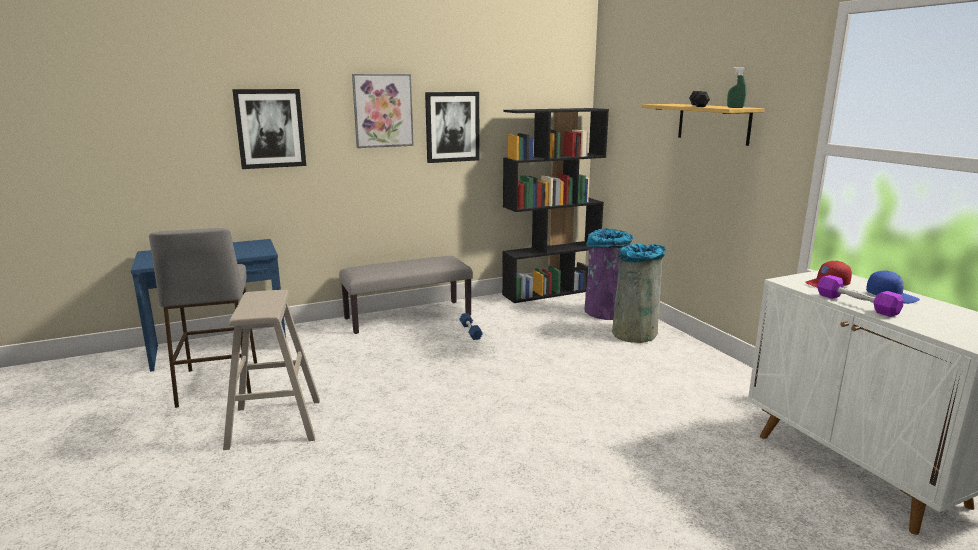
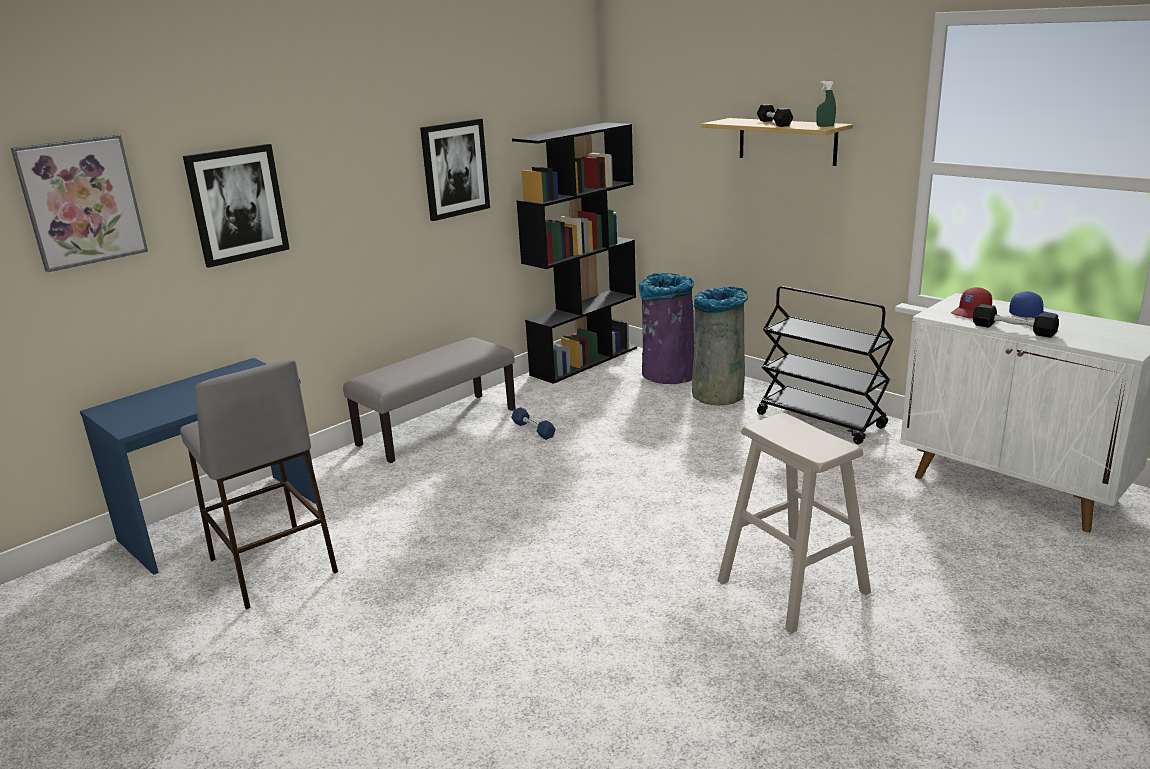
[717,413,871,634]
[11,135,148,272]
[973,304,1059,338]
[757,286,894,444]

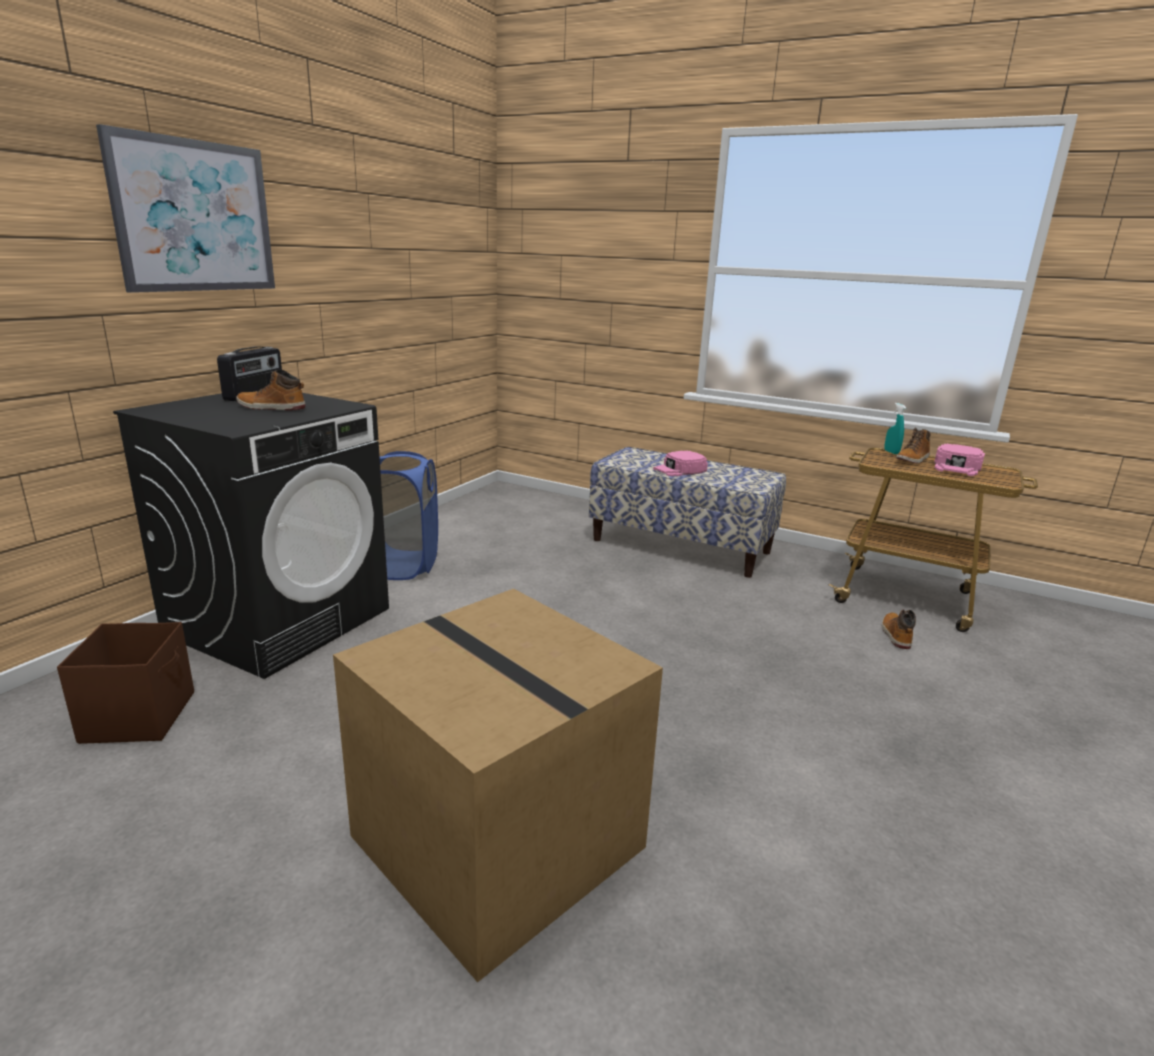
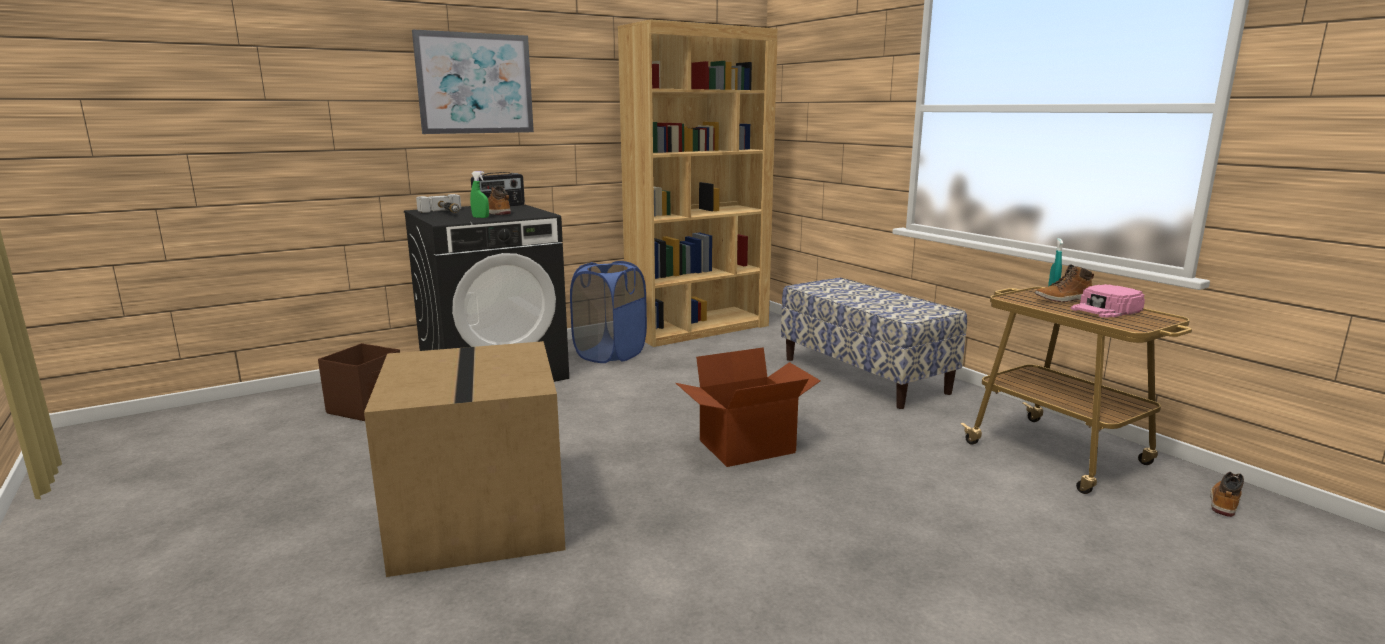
[653,451,708,476] (first image)
[1210,472,1244,517]
[416,194,461,213]
[470,171,489,218]
[618,19,777,347]
[676,347,820,467]

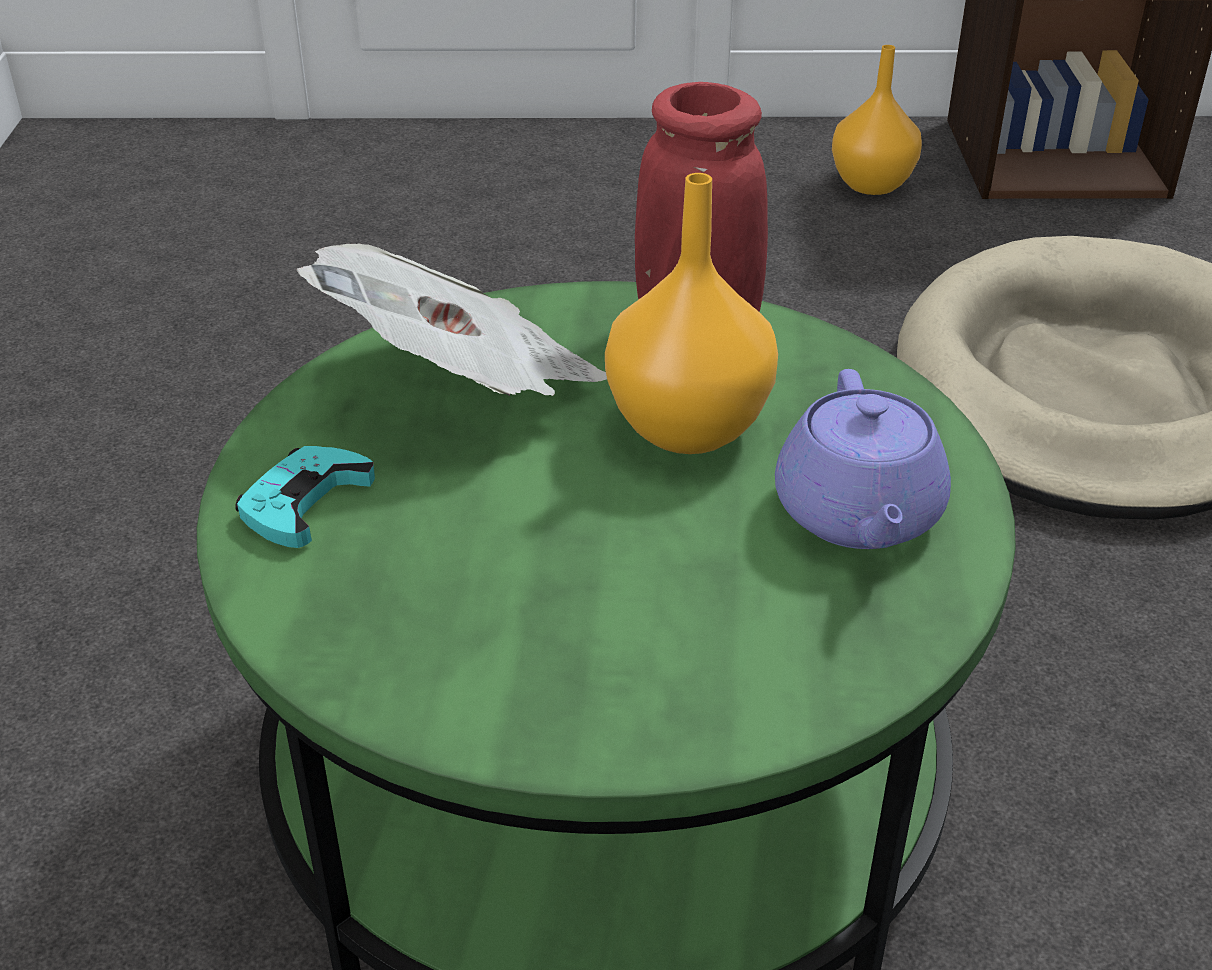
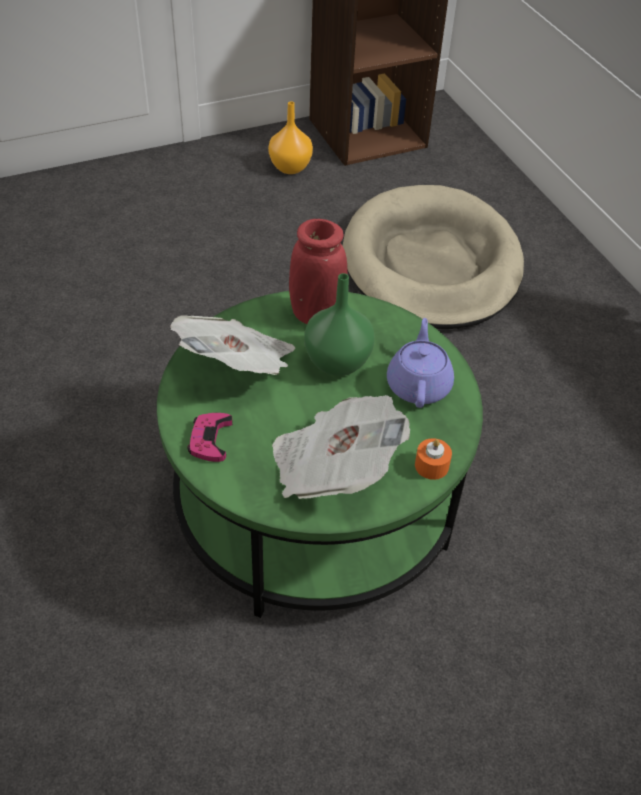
[187,413,232,462]
[304,273,375,376]
[387,318,454,408]
[272,395,410,499]
[415,438,452,480]

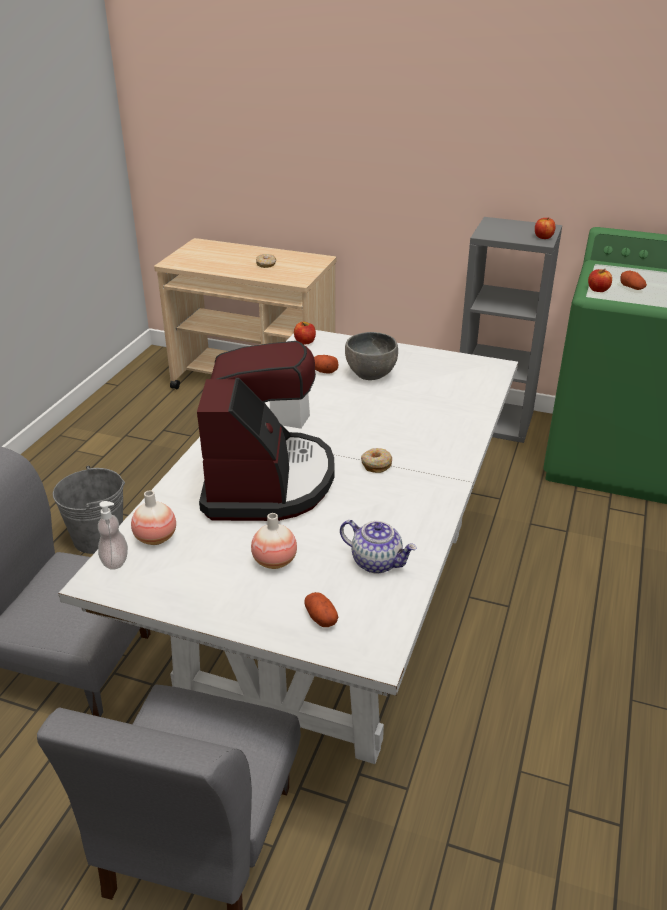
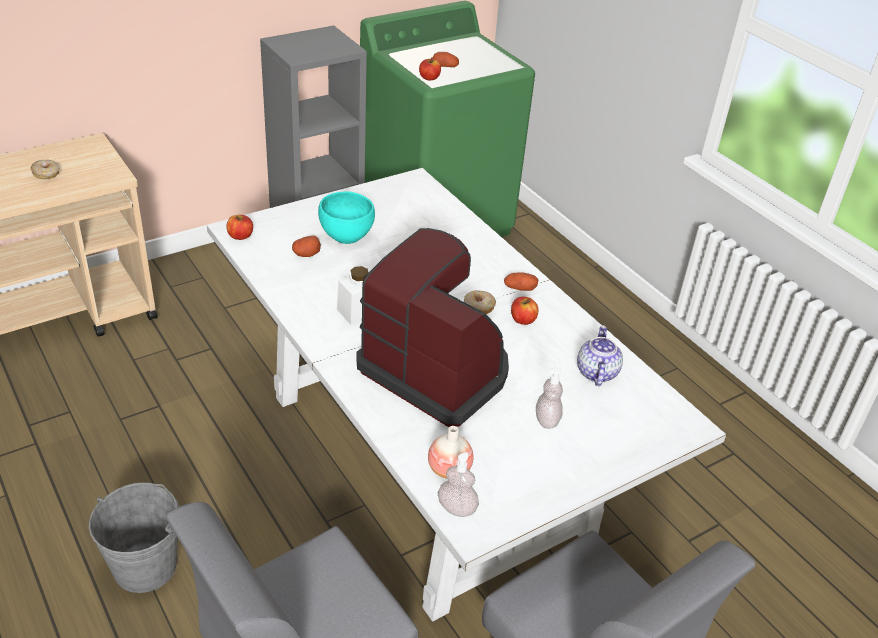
[536,367,563,429]
[504,273,538,291]
[577,325,623,386]
[318,192,375,244]
[511,297,539,325]

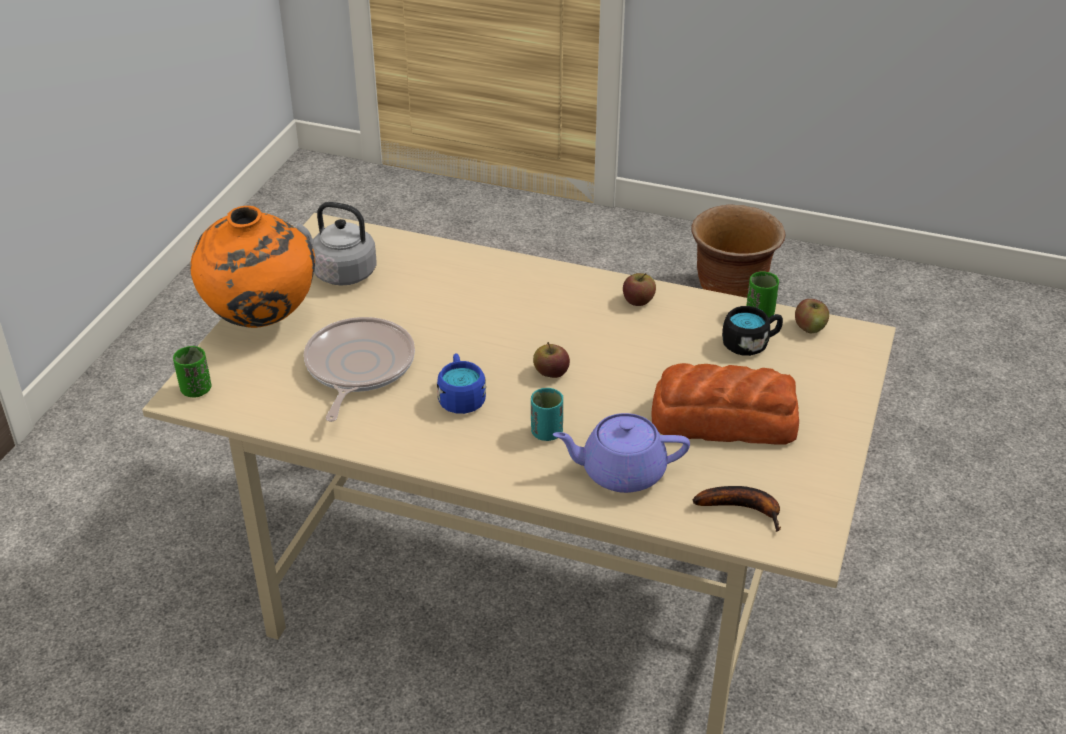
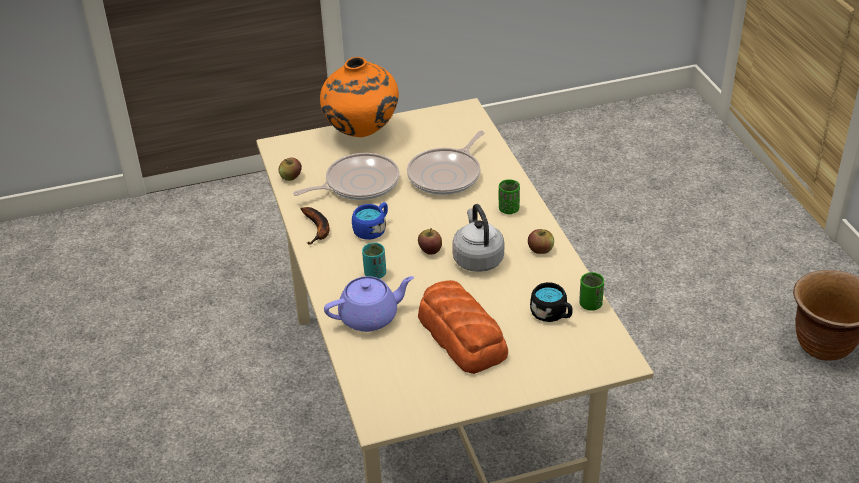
[499,179,520,214]
[452,204,505,272]
[324,276,414,332]
[301,207,330,244]
[279,158,302,181]
[407,131,485,195]

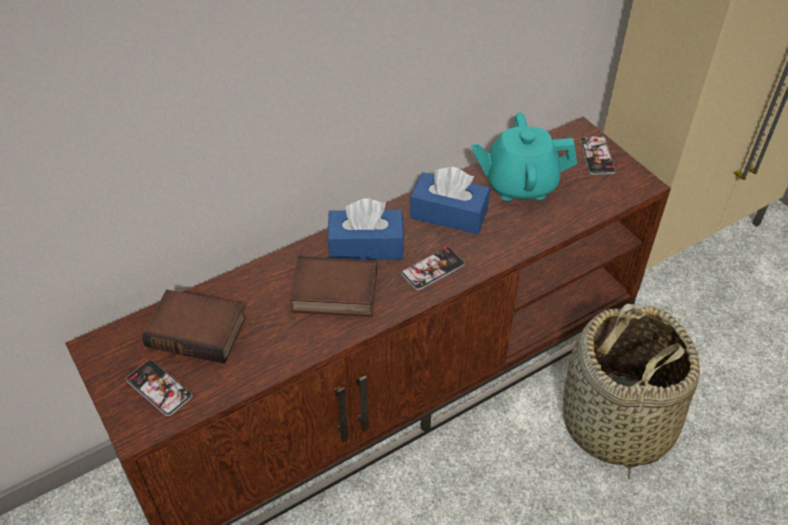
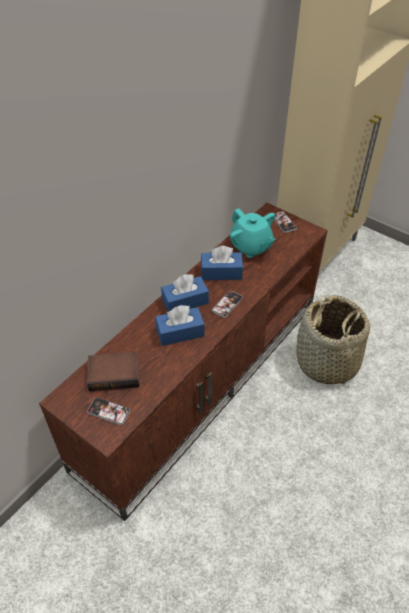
[155,305,205,346]
[230,208,276,258]

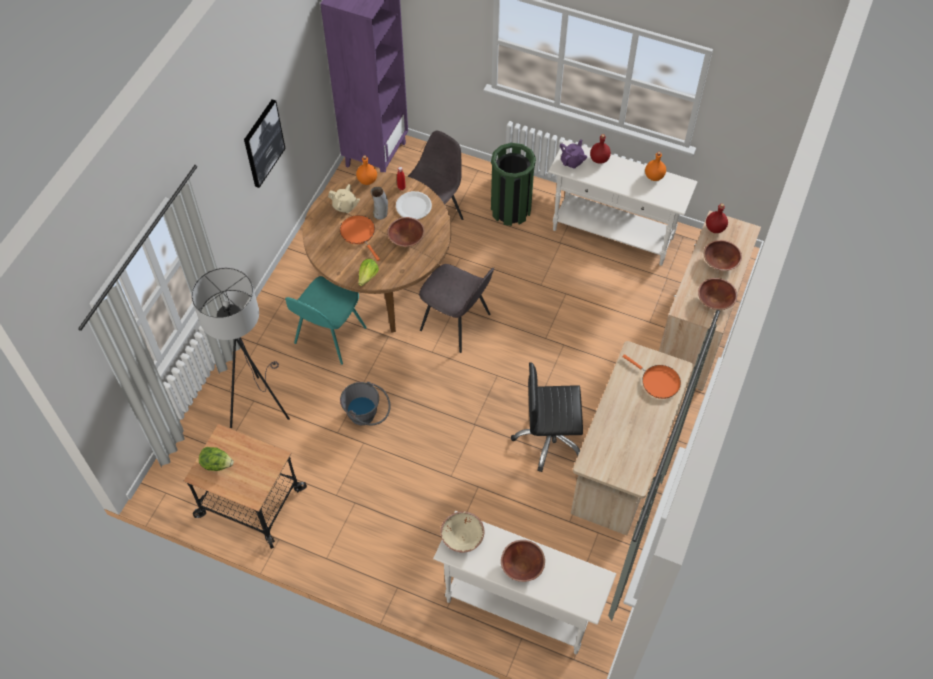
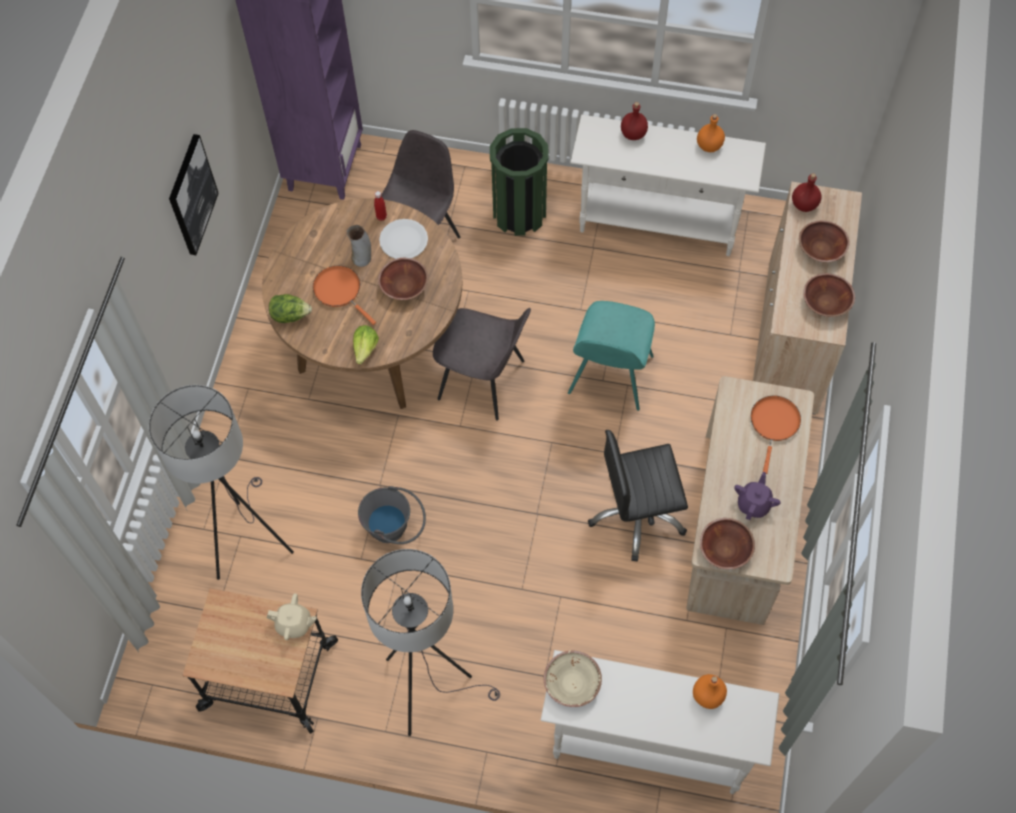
[269,294,312,323]
[568,301,655,411]
[267,593,317,640]
[693,674,727,709]
[700,518,755,569]
[734,472,781,520]
[751,396,801,474]
[361,549,500,736]

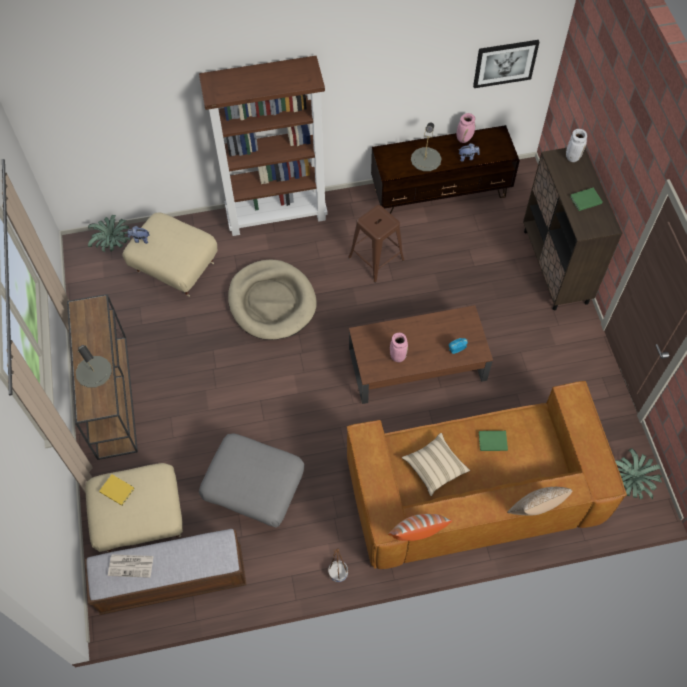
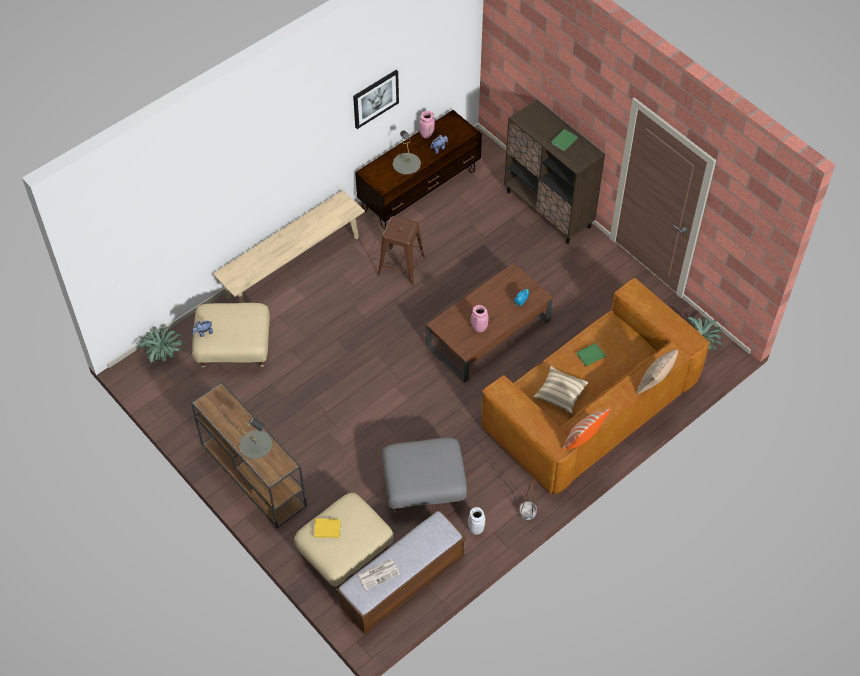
[213,190,365,303]
[228,259,316,340] (first image)
[353,70,399,129]
[468,507,486,535]

